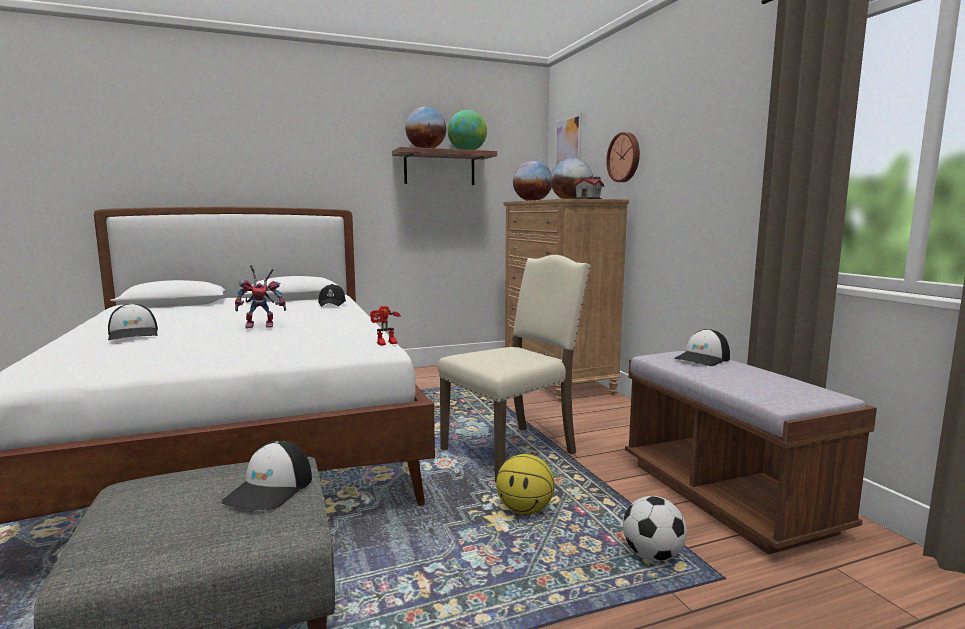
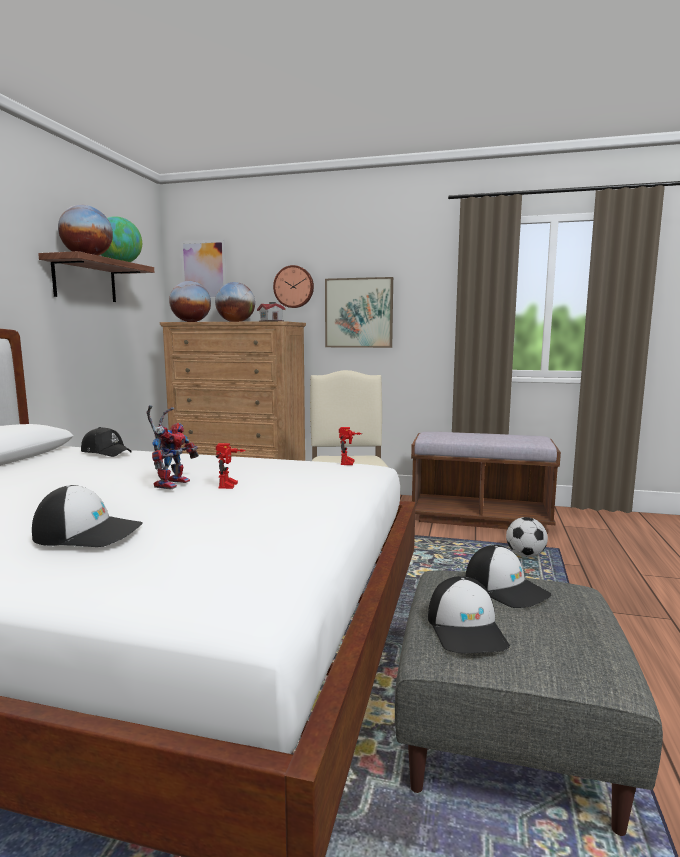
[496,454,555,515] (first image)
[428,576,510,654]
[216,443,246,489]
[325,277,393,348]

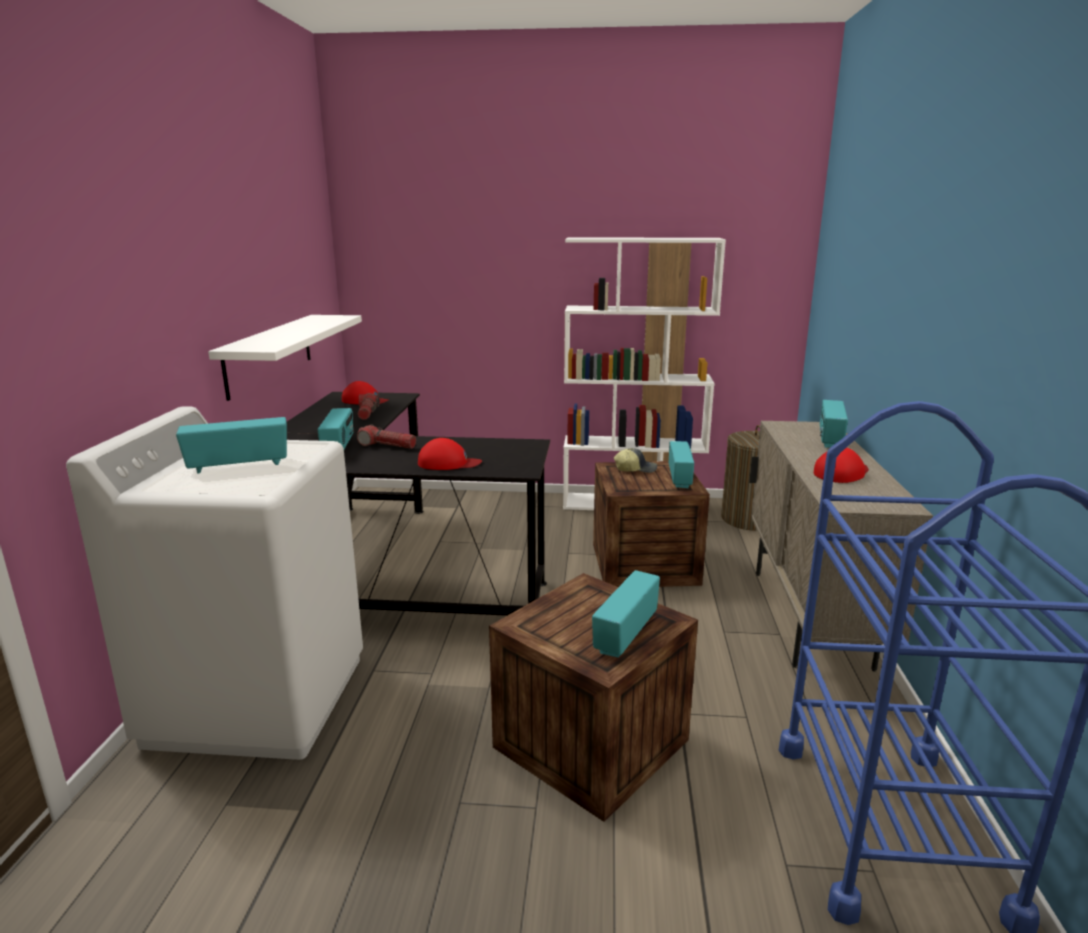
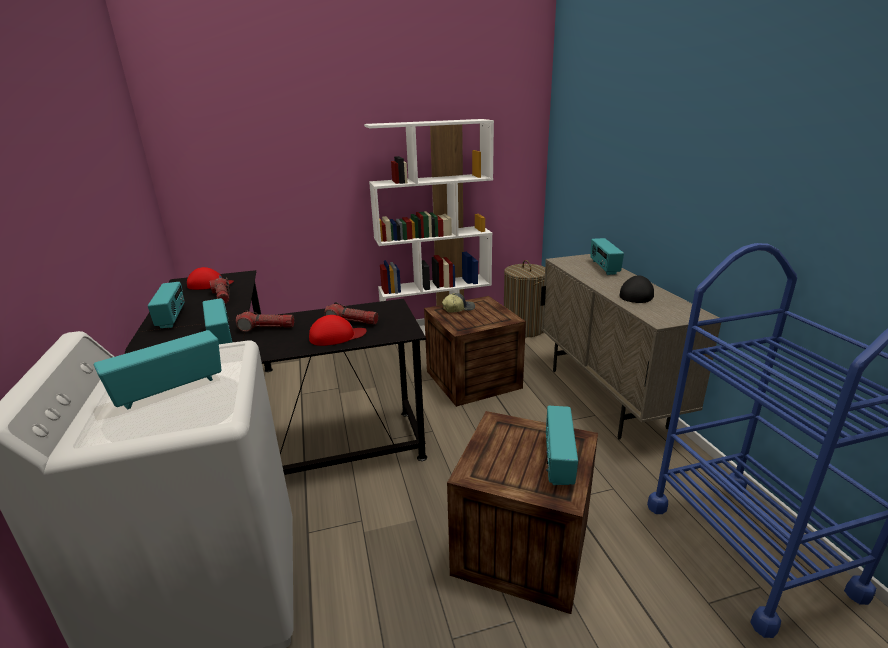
[208,315,362,401] (first image)
[148,282,185,328]
[620,275,654,303]
[324,302,378,325]

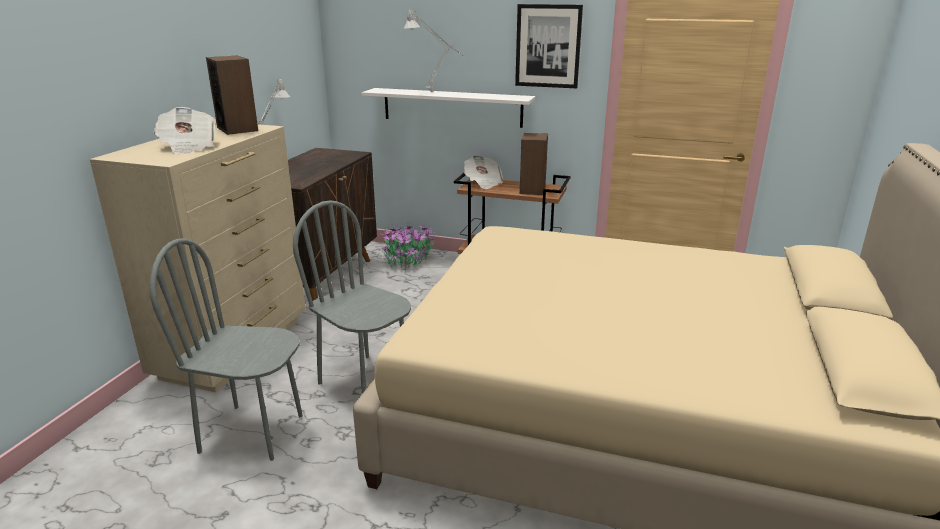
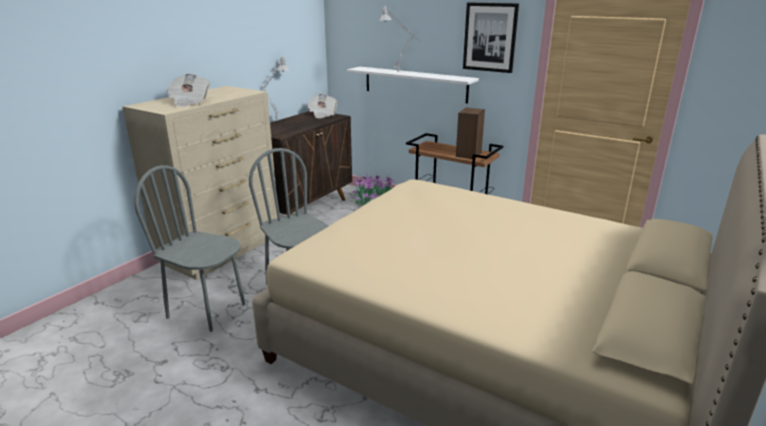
[206,56,258,135] (first image)
[307,94,337,118]

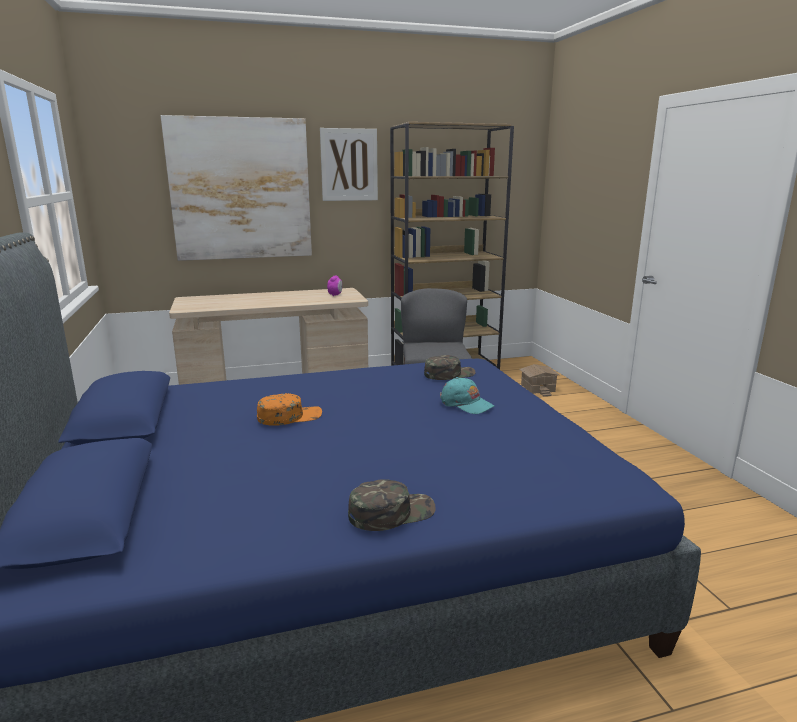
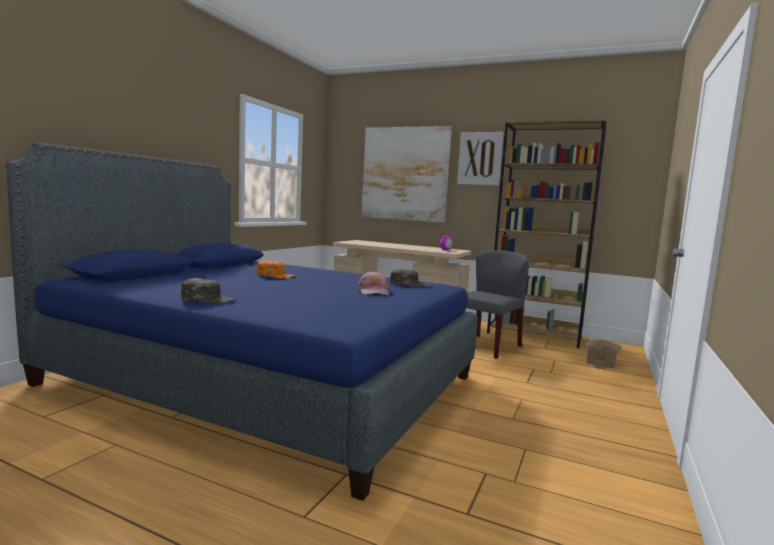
[357,271,389,295]

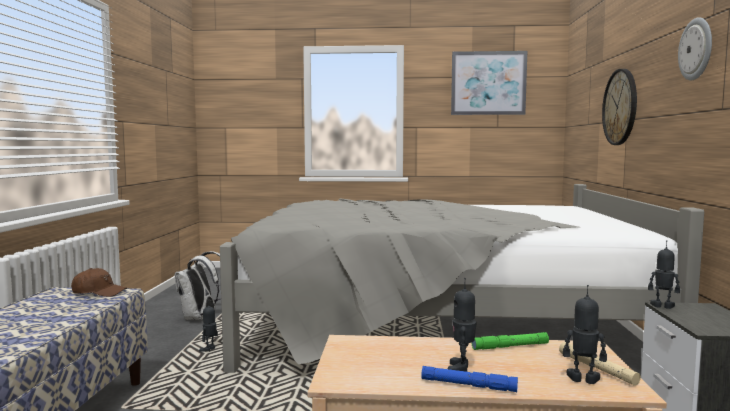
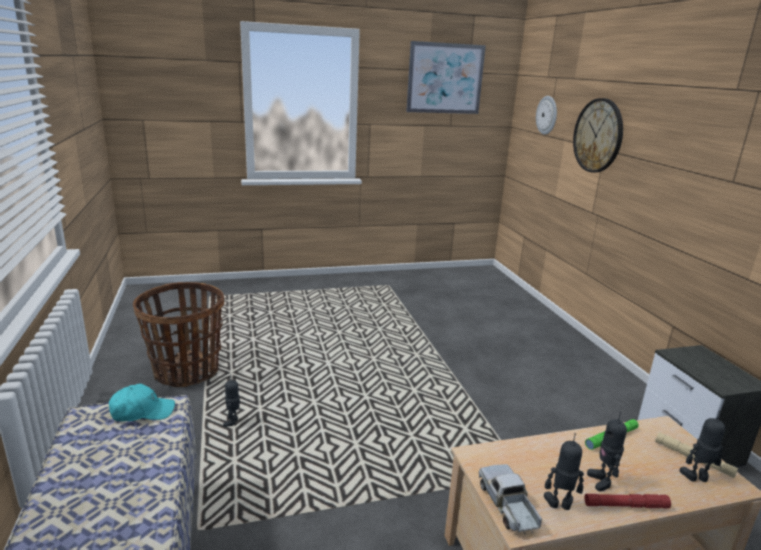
[109,384,175,421]
[133,282,224,387]
[220,184,704,373] (first image)
[585,494,671,508]
[544,433,584,510]
[536,96,557,135]
[479,464,542,534]

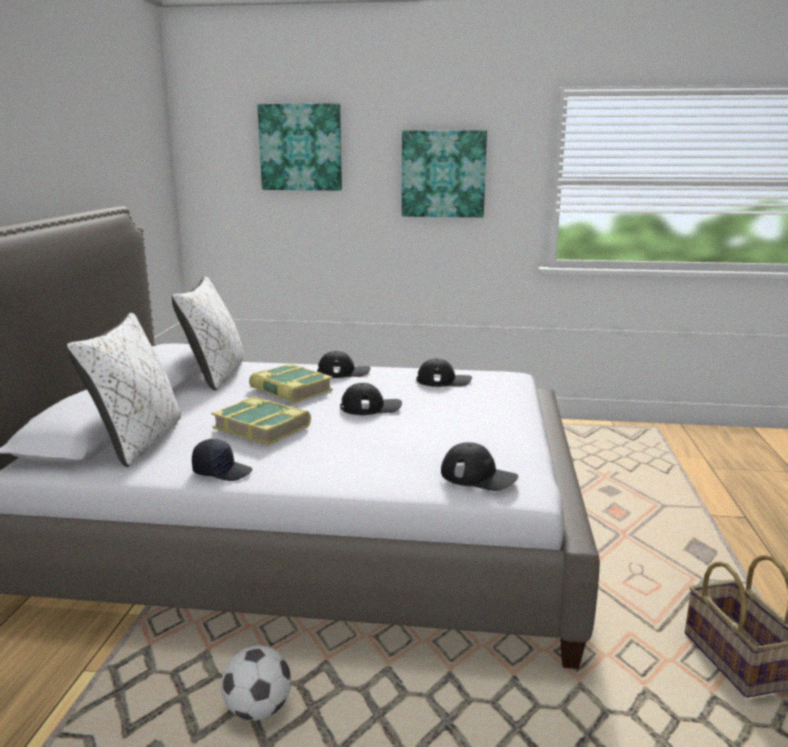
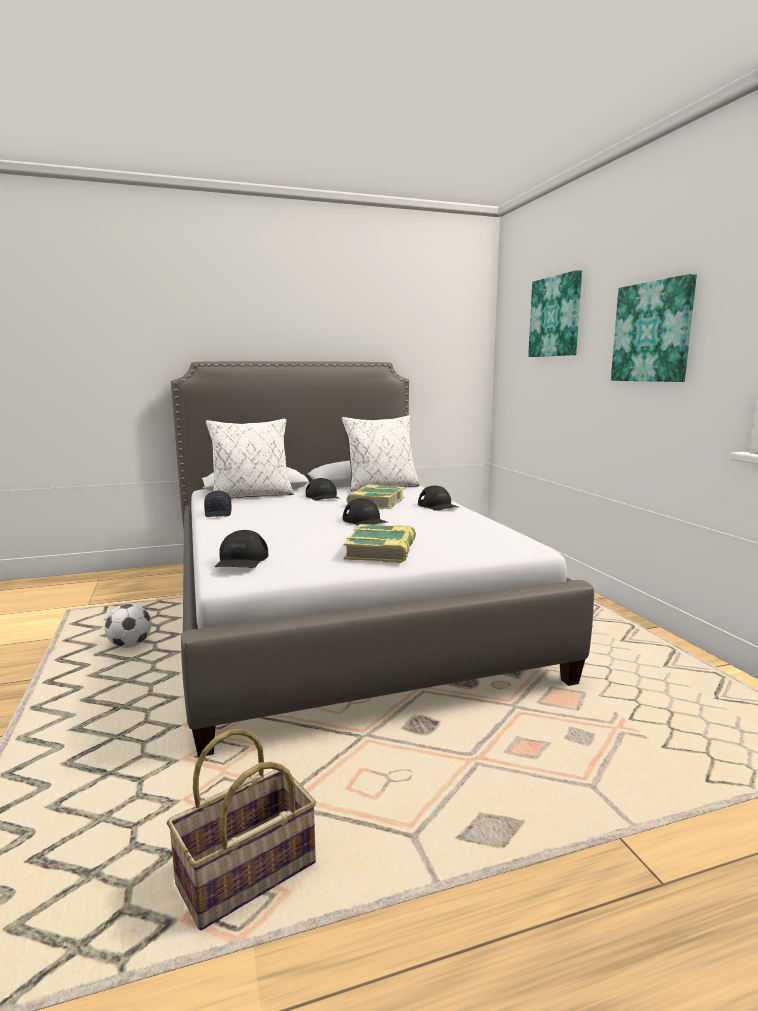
[344,524,416,563]
[306,478,340,501]

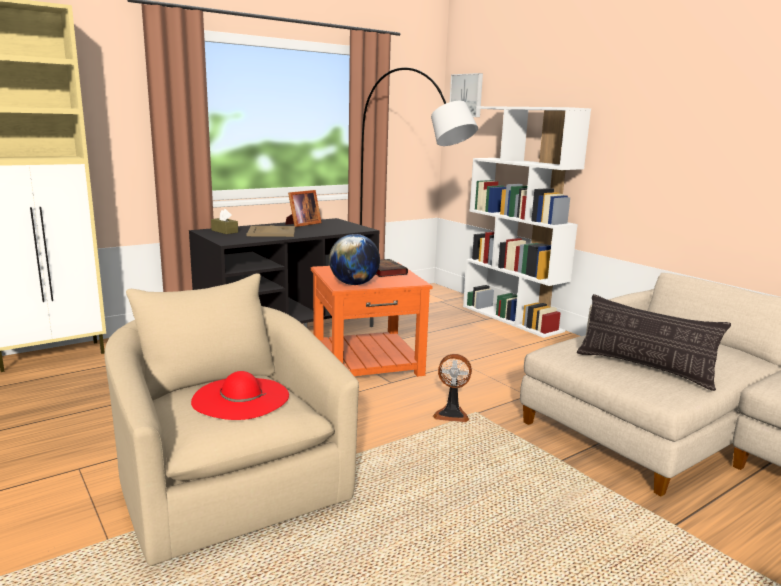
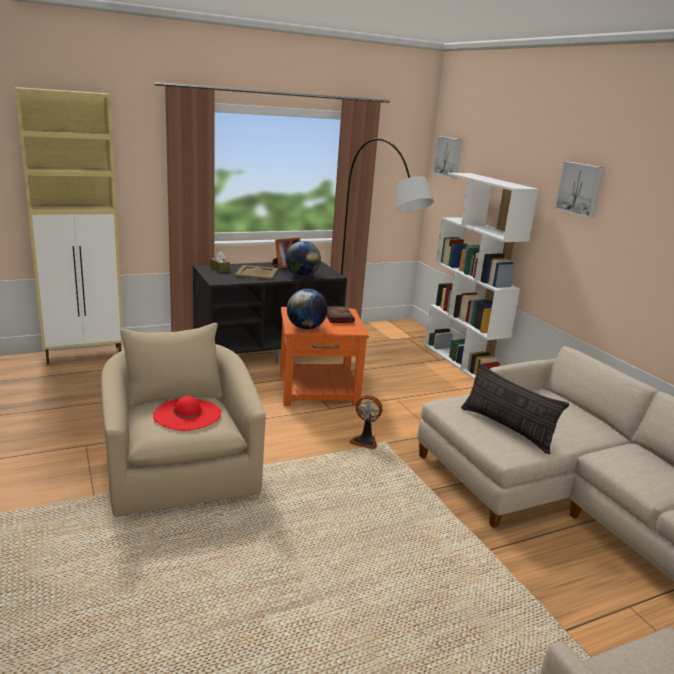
[286,241,321,277]
[554,161,605,218]

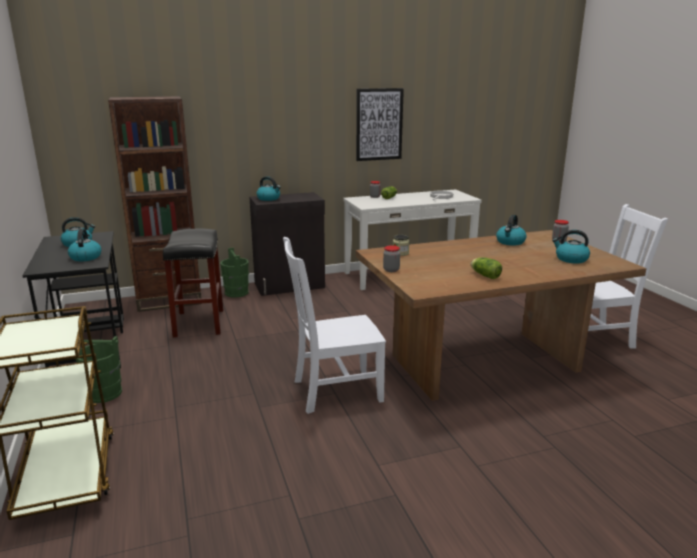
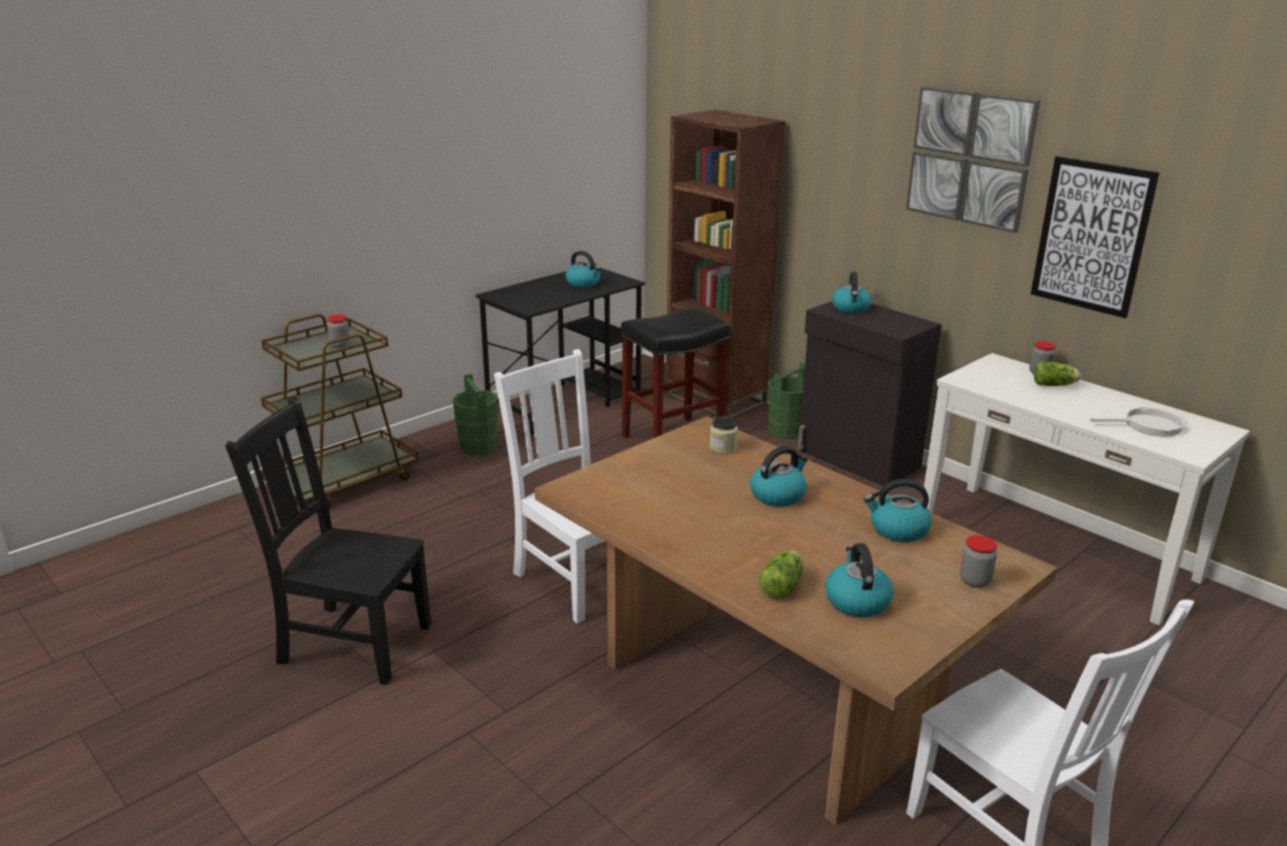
[750,446,808,507]
[327,315,350,348]
[759,551,803,599]
[225,396,431,685]
[906,86,1040,233]

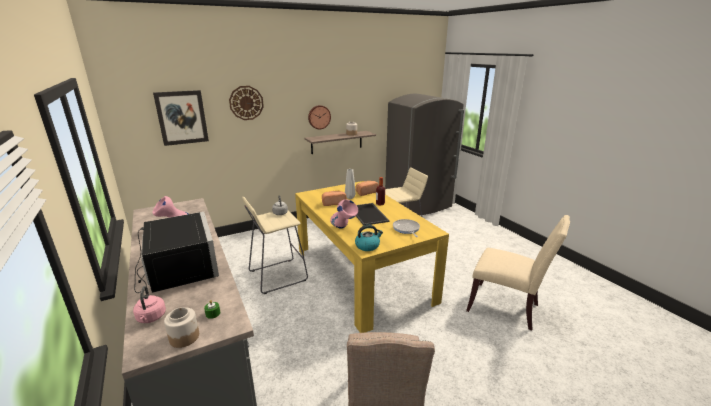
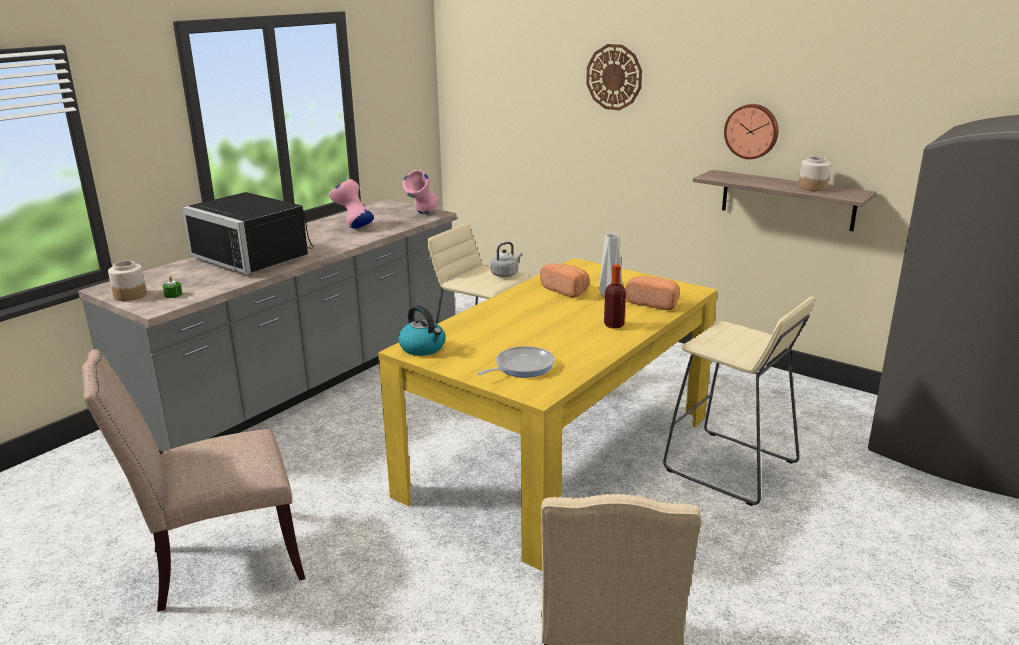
[133,286,166,323] (first image)
[182,192,313,274]
[153,90,209,146] (first image)
[402,170,438,214]
[356,203,389,226] (first image)

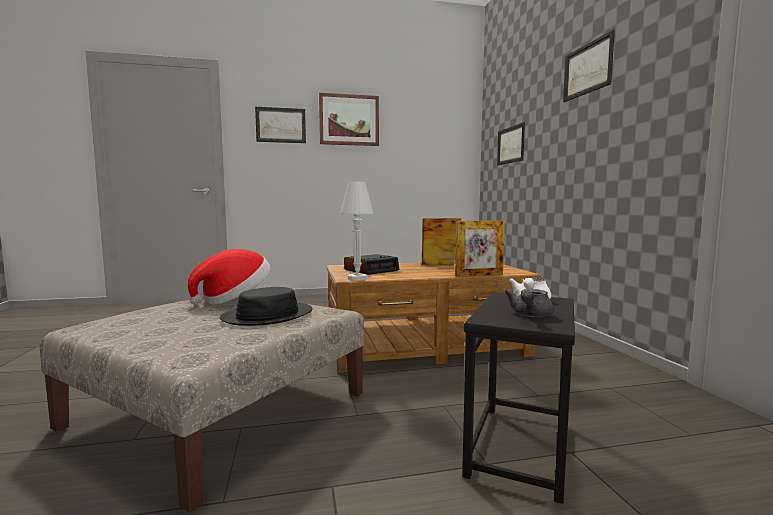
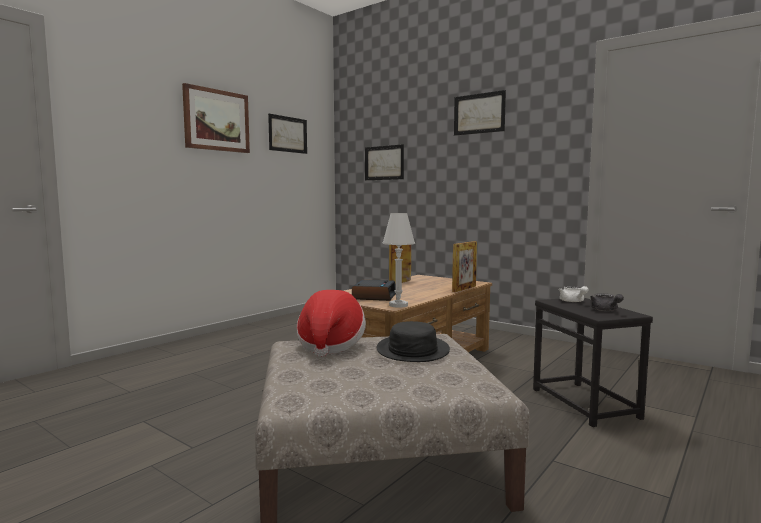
[268,114,307,154]

